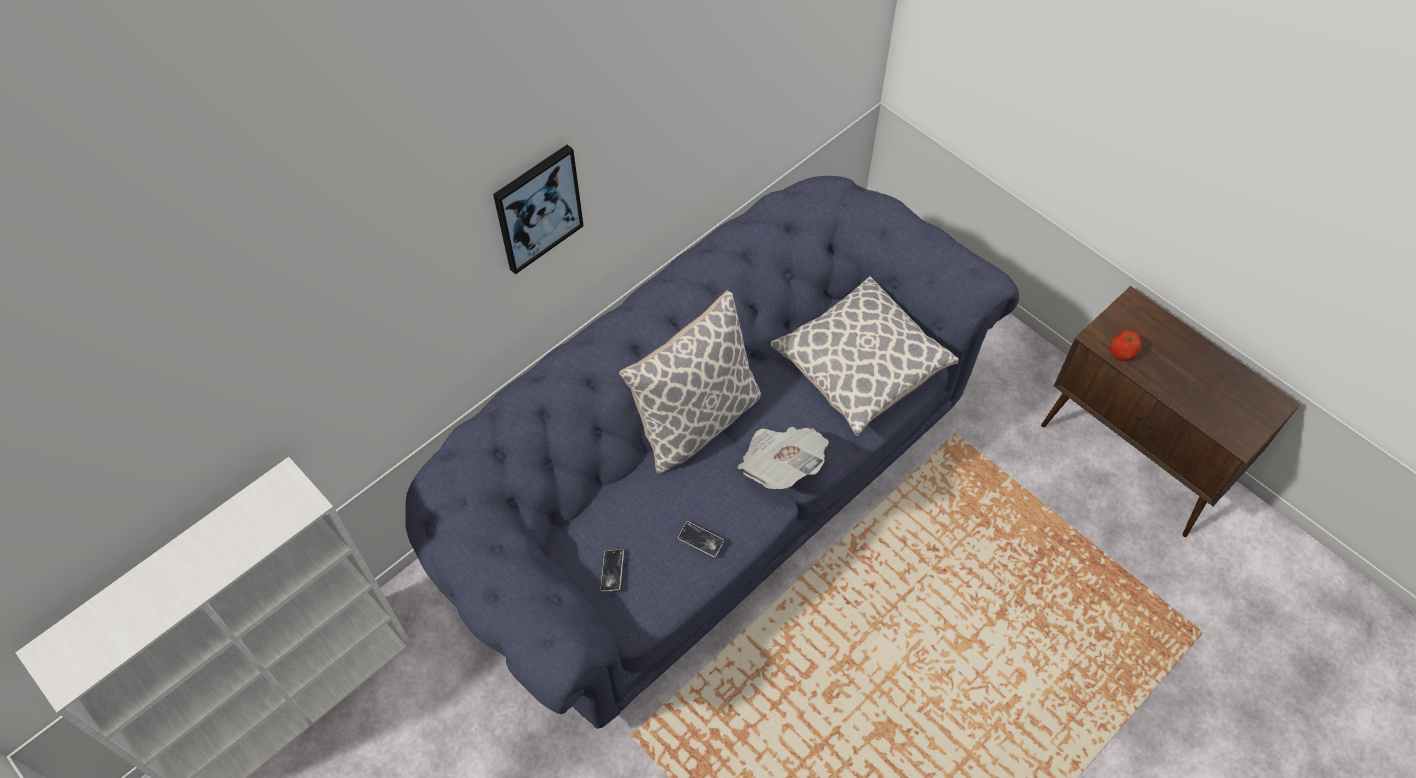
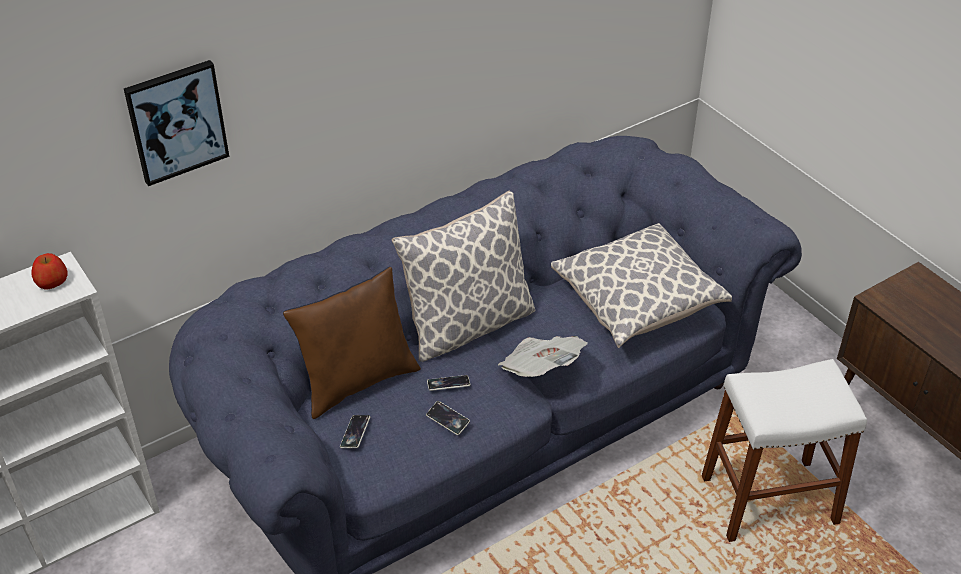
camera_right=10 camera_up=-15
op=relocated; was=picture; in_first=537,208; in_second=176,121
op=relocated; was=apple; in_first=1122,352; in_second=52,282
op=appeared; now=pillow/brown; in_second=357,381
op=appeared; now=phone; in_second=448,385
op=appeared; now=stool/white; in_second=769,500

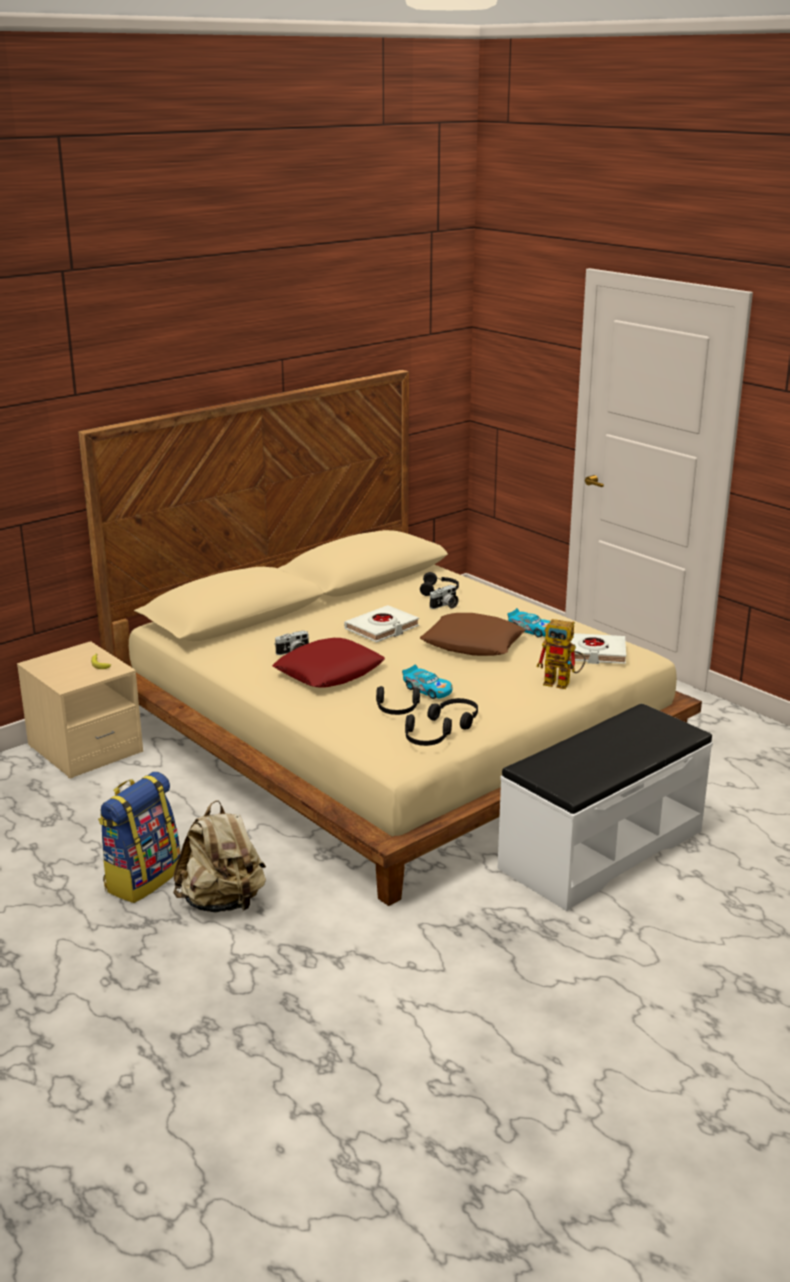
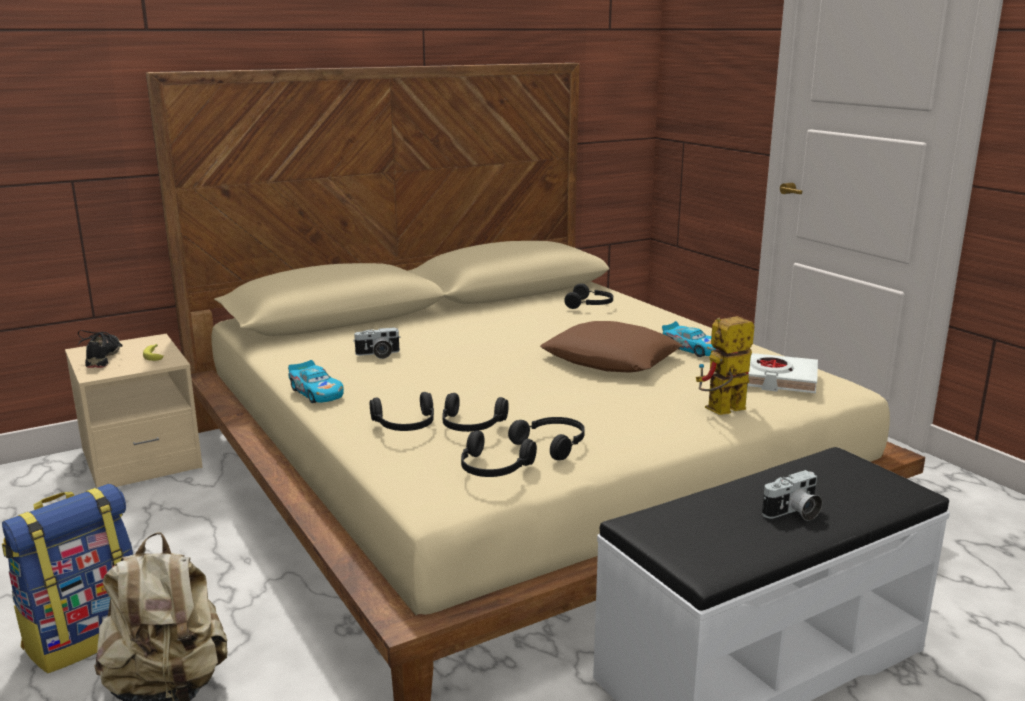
camera_right=10 camera_up=-5
op=missing; was=pillow/red; in_first=329,672
op=missing; was=book/white; in_first=382,628
op=relocated; was=toy car; in_first=428,690; in_second=316,392
op=relocated; was=photo camera; in_first=445,606; in_second=793,513
op=spun; was=toy robot; in_first=563,683; in_second=721,411; clockwise=120
op=appeared; now=shoe/black; in_second=103,358
op=appeared; now=headphones/black; in_second=406,425

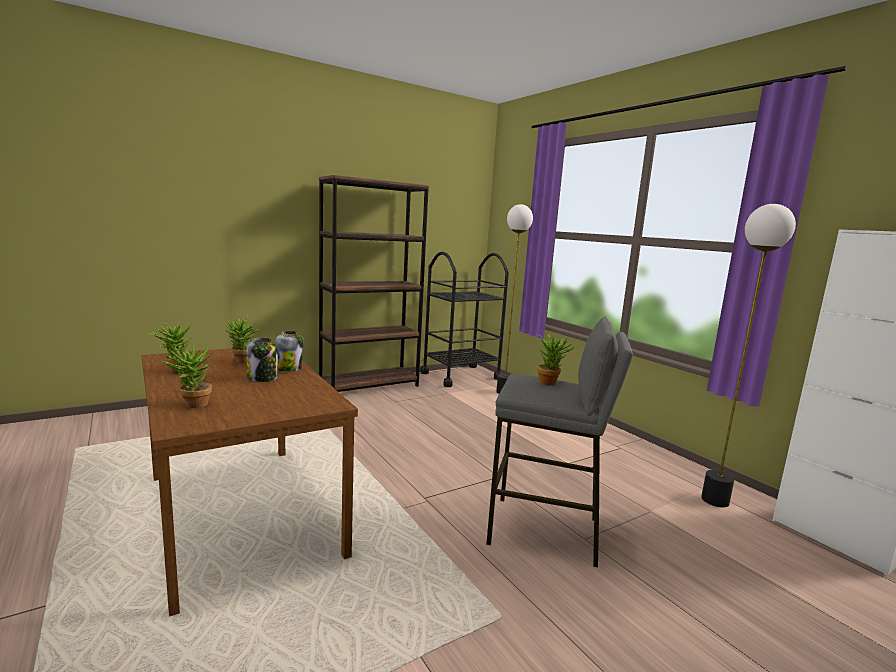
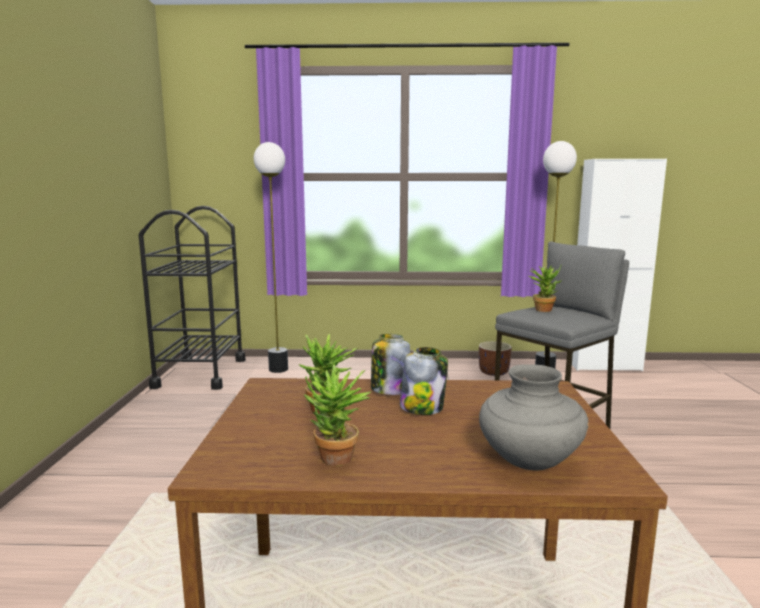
camera_right=-55 camera_up=0
op=exchanged; was=potted plant; now=vase/grey; in_first=192,406; in_second=528,460
op=missing; was=bookcase/brown; in_first=369,386
op=appeared; now=planter/brown; in_second=494,372

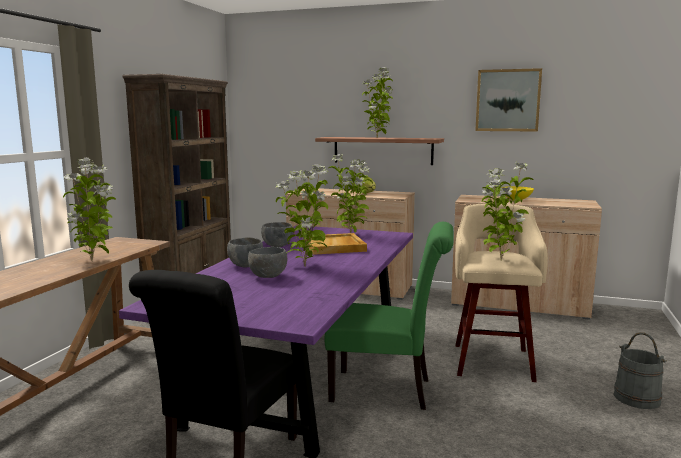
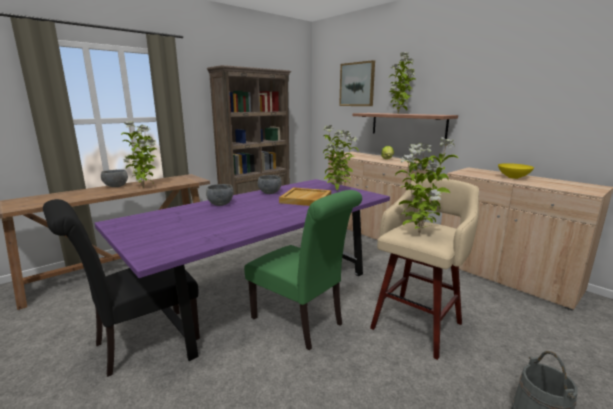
camera_right=30 camera_up=5
op=relocated; was=bowl/grey; in_first=268,276; in_second=116,186
op=missing; was=potted plant; in_first=305,266
op=relocated; was=picture; in_first=508,100; in_second=357,84

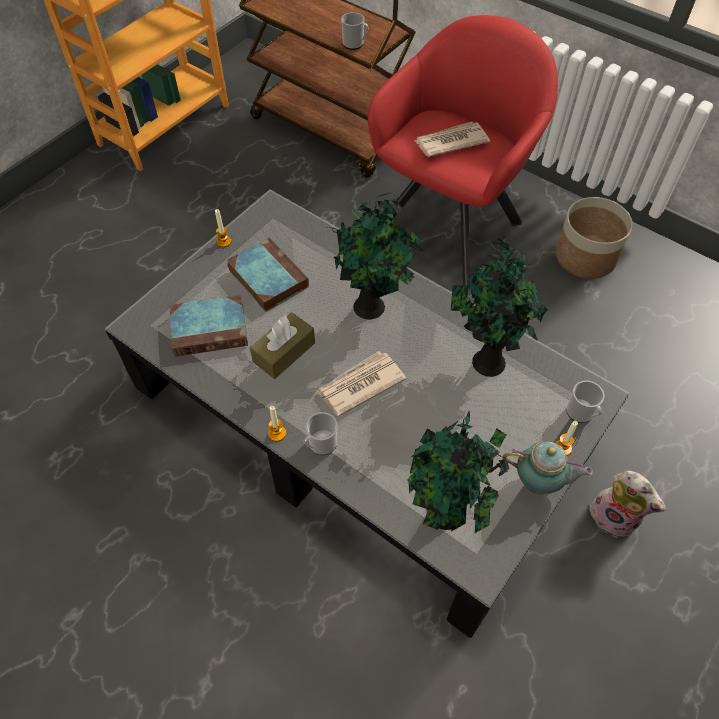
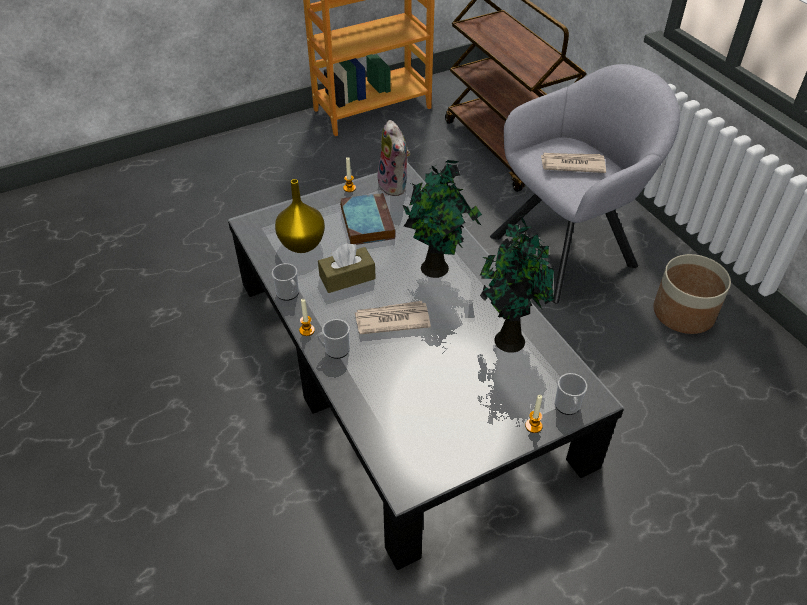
camera_right=25 camera_up=-10
op=exchanged; was=book; now=vase/yellow; in_first=211,329; in_second=303,244
op=relocated; was=mug; in_first=355,44; in_second=289,294
op=colour; was=armchair/red; now=armchair/grey; in_first=451,224; in_second=570,248
op=missing; was=potted plant; in_first=446,515
op=missing; was=teapot; in_first=539,482
op=relocated; was=plush toy; in_first=614,517; in_second=395,186

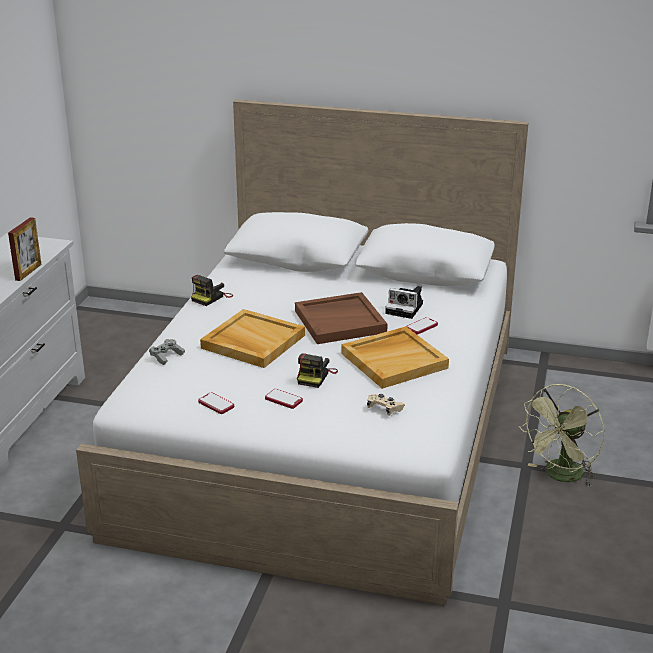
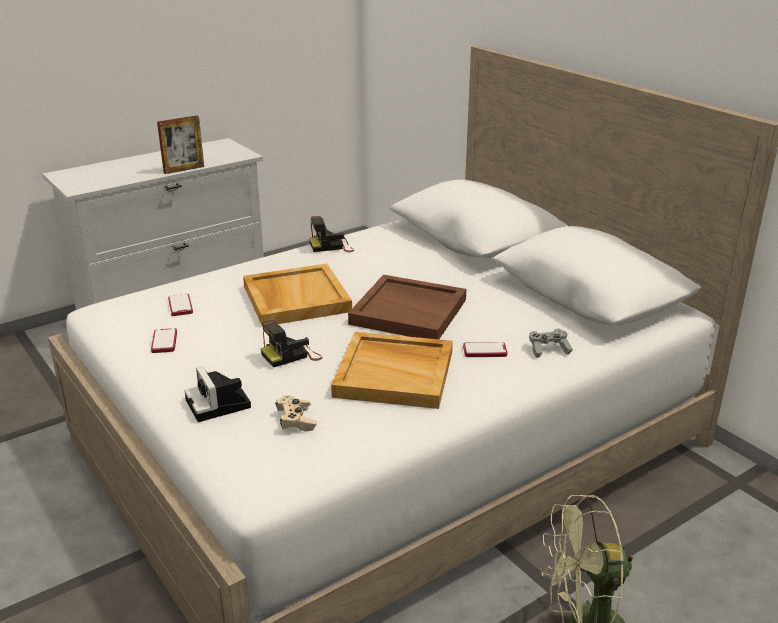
camera_right=40 camera_up=0
op=relocated; was=game controller/grey; in_first=167,356; in_second=548,349
op=relocated; was=phone; in_first=283,400; in_second=180,306
op=relocated; was=photo camera; in_first=406,308; in_second=220,405

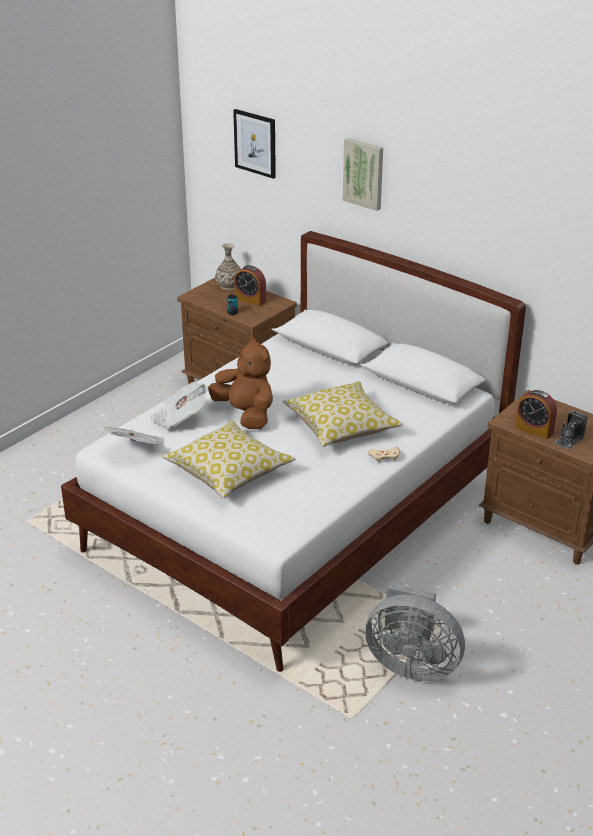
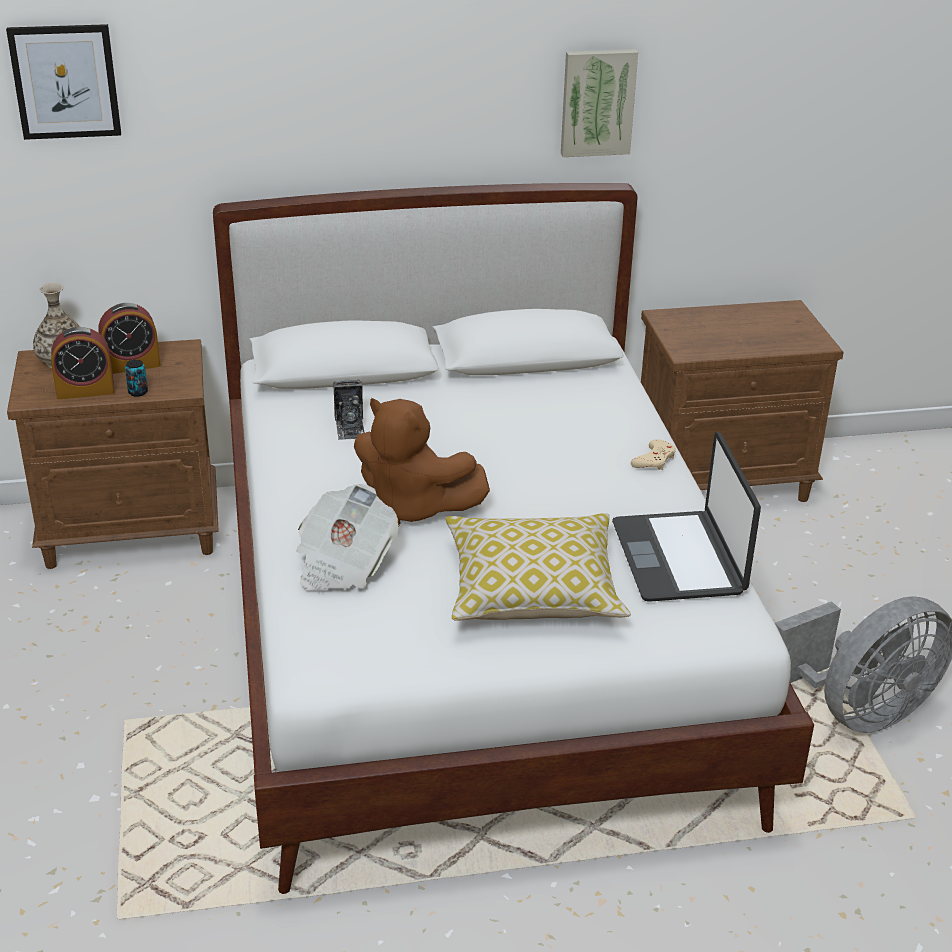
camera_right=-50 camera_up=0
op=missing; was=newspaper; in_first=136,448
op=spun; was=plush toy/brown; in_first=246,414; in_second=413,507; clockwise=-150
op=missing; was=pillow; in_first=341,426
op=relocated; was=picture; in_first=364,173; in_second=597,102
op=relocated; was=alarm clock; in_first=534,430; in_second=85,390
op=relocated; was=photo camera; in_first=569,440; in_second=350,426
op=appeared; now=laptop; in_second=679,558

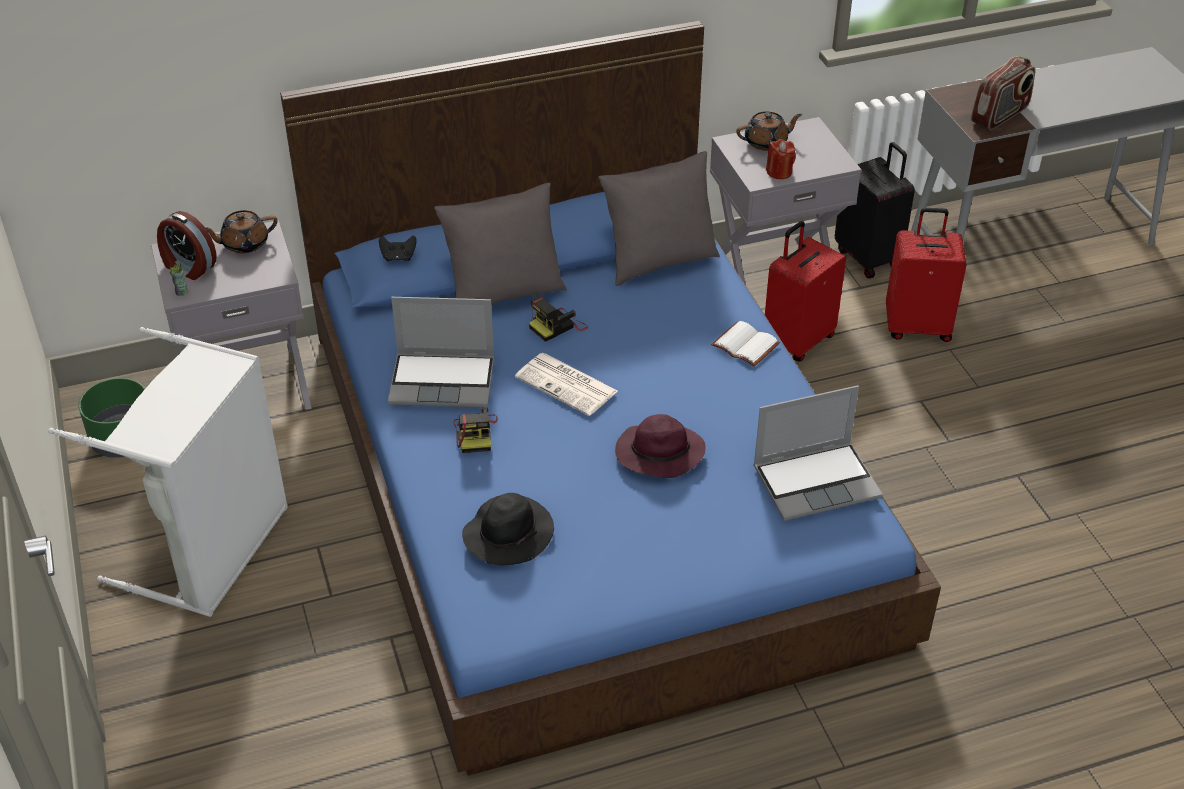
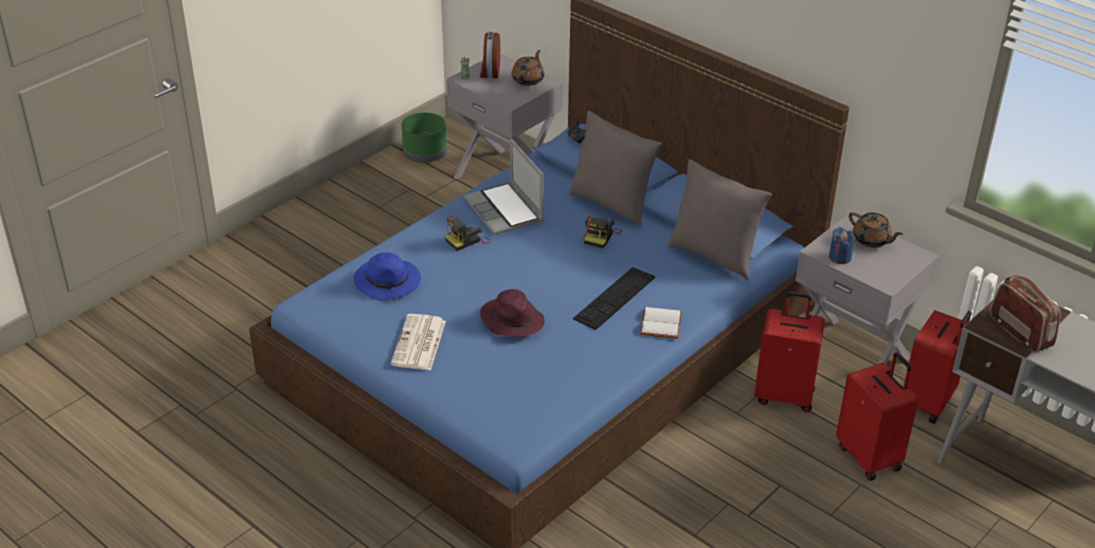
camera_right=60 camera_up=-5
op=missing; was=laundry basket/grey; in_first=212,550
op=spun; was=teapot/brown; in_first=244,244; in_second=528,79; clockwise=75
op=colour; was=hat/black; now=hat/blue; in_first=509,533; in_second=388,282
op=relocated; was=newspaper; in_first=568,385; in_second=419,344
op=spun; was=photo camera; in_first=557,326; in_second=601,236; clockwise=-90
op=missing; was=laptop; in_first=817,481
op=colour; was=candle/red; now=candle/blue; in_first=779,172; in_second=840,257
op=colour; was=suitcase/black; now=suitcase/red; in_first=869,257; in_second=929,403
op=spun; was=radio; in_first=1000,115; in_second=1020,332; clockwise=-135
op=appeared; now=keyboard; in_second=614,298

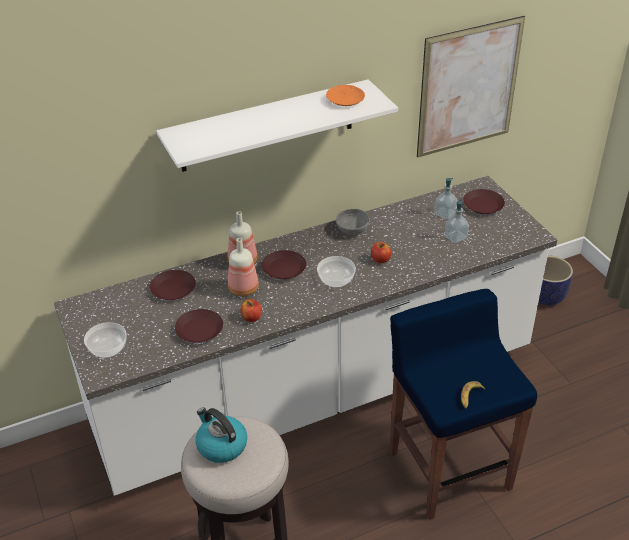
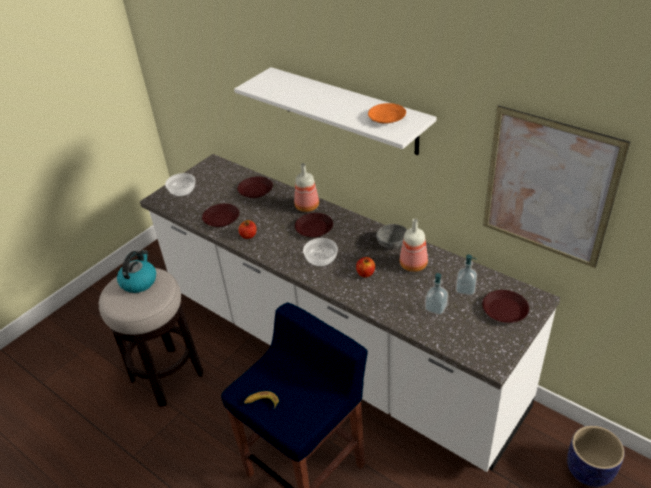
camera_right=65 camera_up=0
op=relocated; was=bottle; in_first=244,289; in_second=413,265

